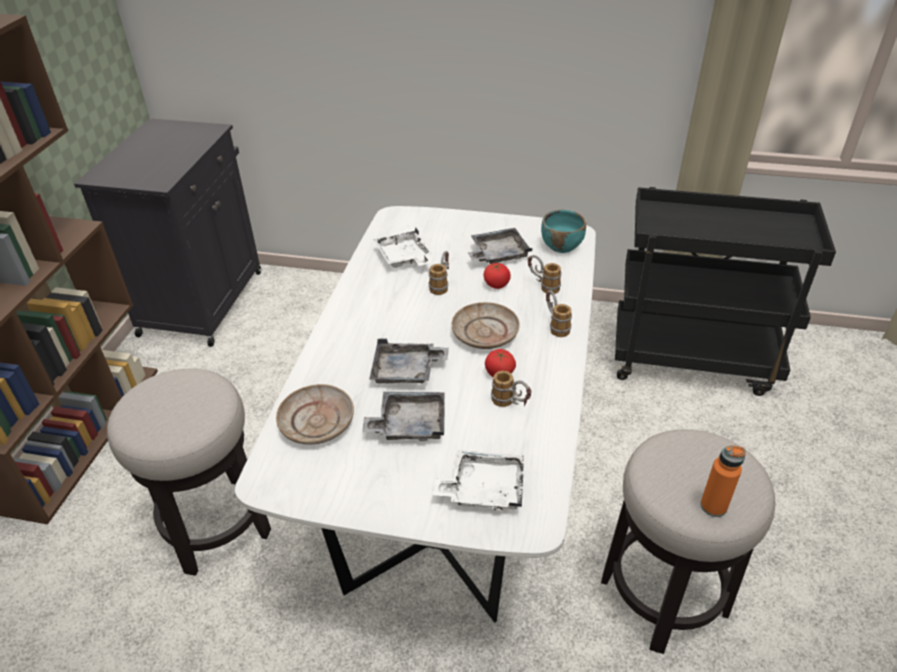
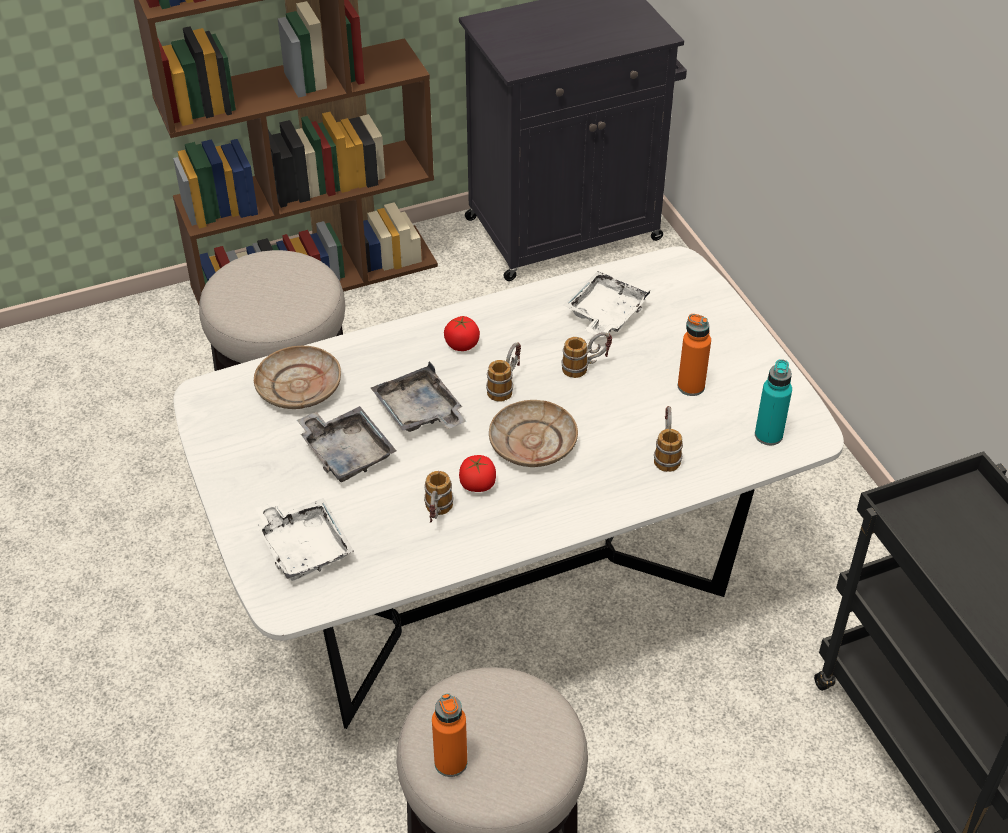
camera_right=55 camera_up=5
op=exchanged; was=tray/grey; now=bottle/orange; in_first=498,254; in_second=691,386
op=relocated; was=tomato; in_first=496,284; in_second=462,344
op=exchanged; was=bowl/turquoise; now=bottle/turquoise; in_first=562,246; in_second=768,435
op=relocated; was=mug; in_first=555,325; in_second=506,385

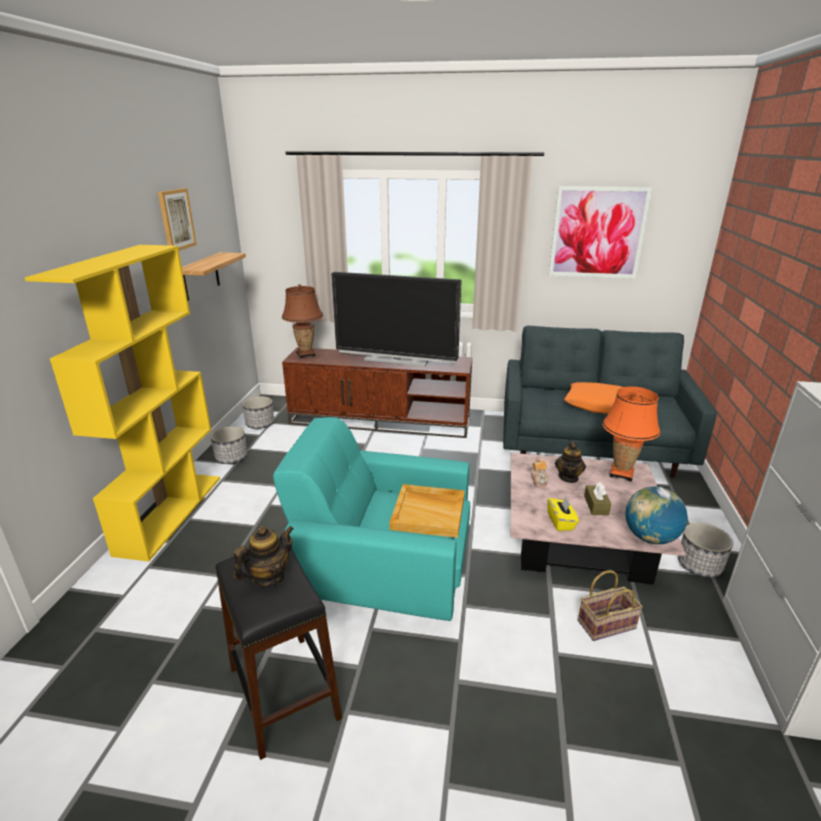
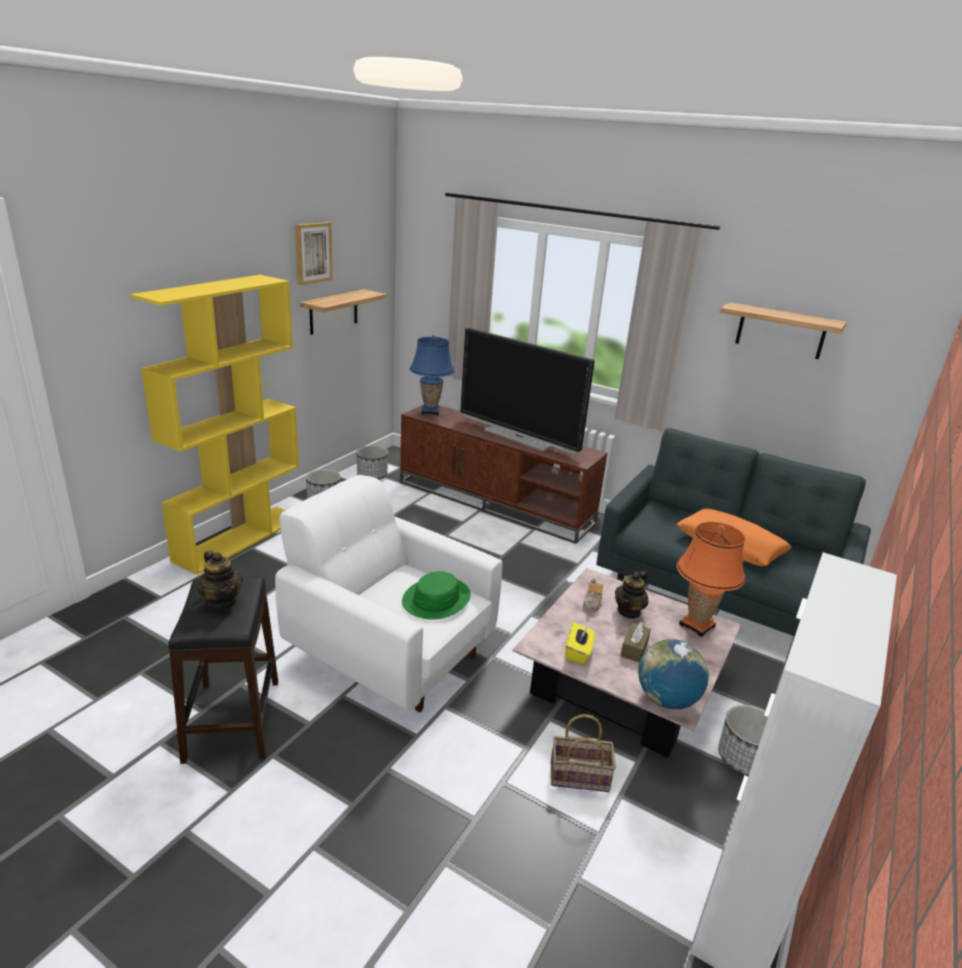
camera_right=20 camera_up=0
op=spun; was=teapot; in_first=268,577; in_second=222,602; clockwise=75
op=colour; was=armchair/turquoise; now=armchair/white; in_first=383,574; in_second=389,652
op=colour; was=table lamp/brown; now=table lamp/blue; in_first=306,354; in_second=430,412
op=exchanged; was=tray/beige; now=hat/green; in_first=429,512; in_second=436,599
op=exchanged; was=picture; now=shelf; in_first=597,233; in_second=781,331

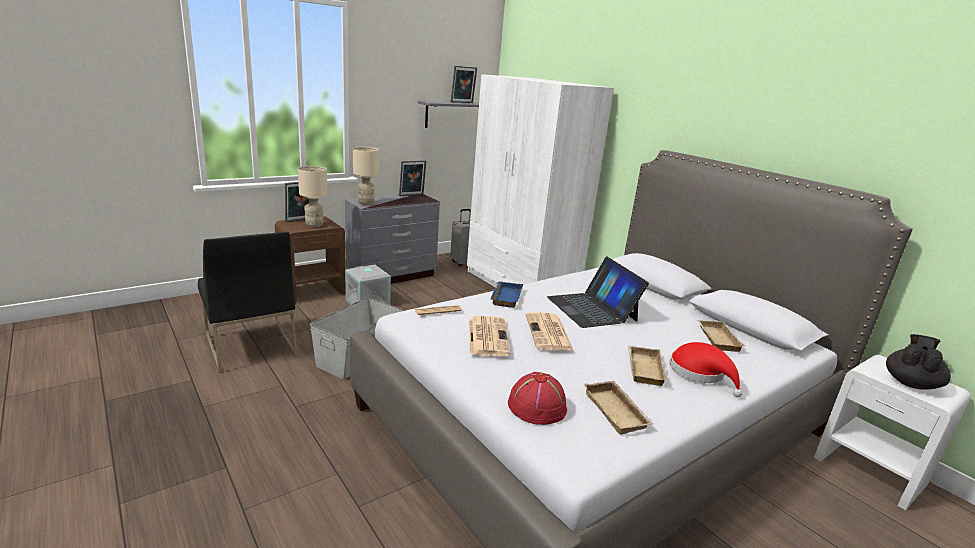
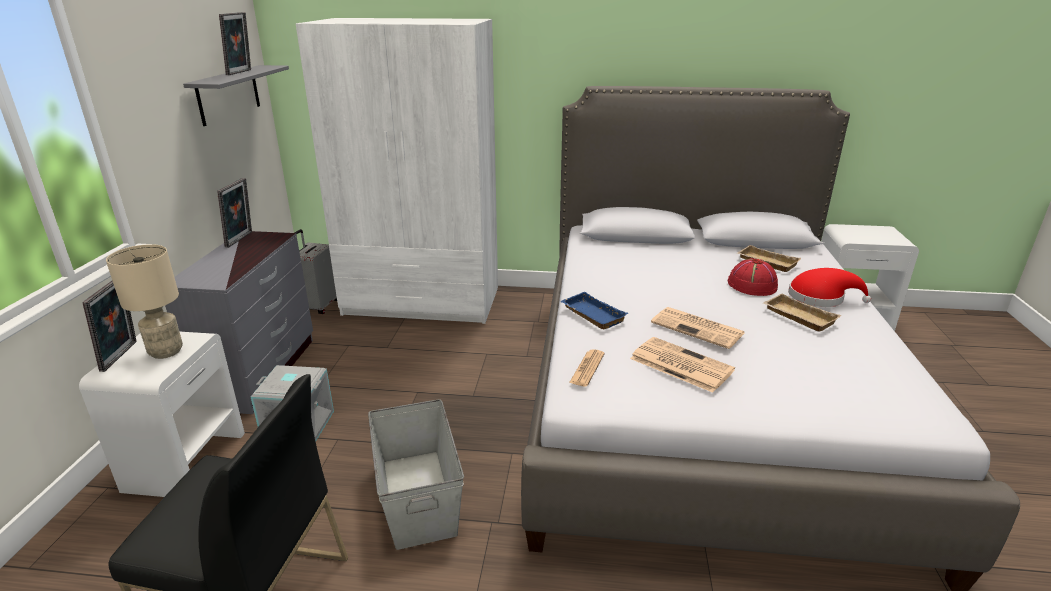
camera_right=-45 camera_up=5
op=colour; was=nightstand/brown; now=nightstand/white; in_first=312,291; in_second=186,460
op=missing; was=table lamp/beige; in_first=366,203
op=relocated; was=hat/red; in_first=537,405; in_second=751,285
op=missing; was=laptop; in_first=592,309
op=missing; was=tray/beige; in_first=617,411
op=missing; was=teapot/black; in_first=910,383

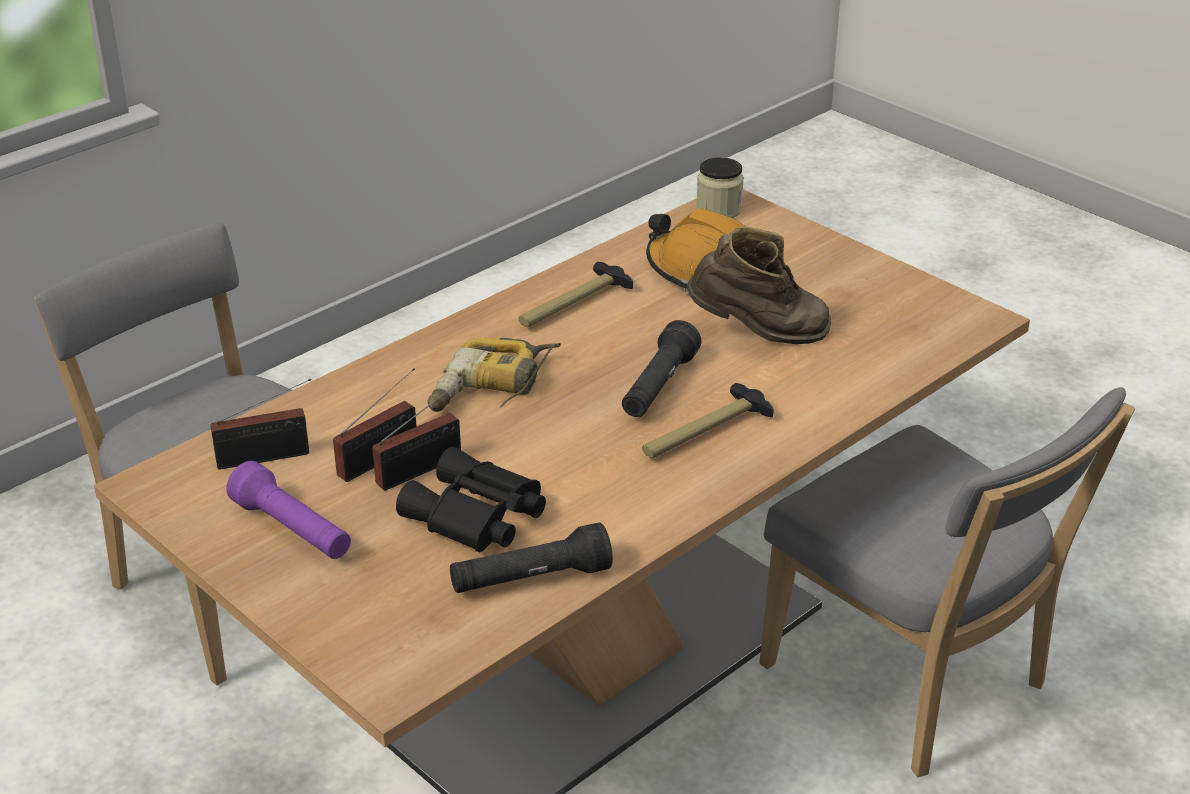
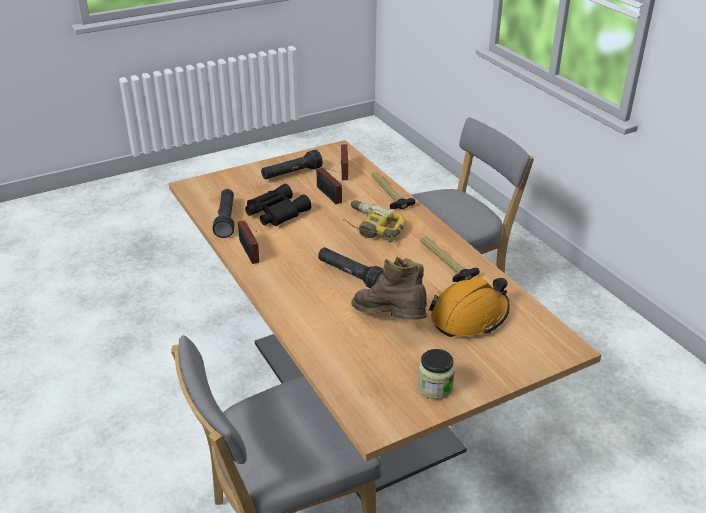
camera_right=105 camera_up=0
op=colour; was=flashlight/purple; now=flashlight/black; in_first=293,530; in_second=291,174
op=relocated; was=radio; in_first=424,468; in_second=249,253
op=relocated; was=hammer; in_first=705,433; in_second=388,194
op=spun; was=boot/brown; in_first=758,334; in_second=390,321; clockwise=120
op=relocated; was=jar; in_first=719,209; in_second=435,387

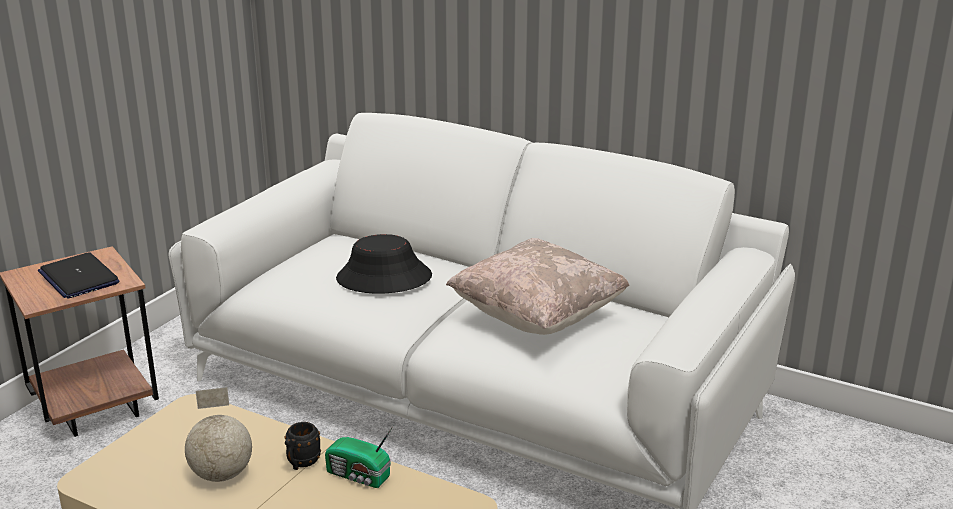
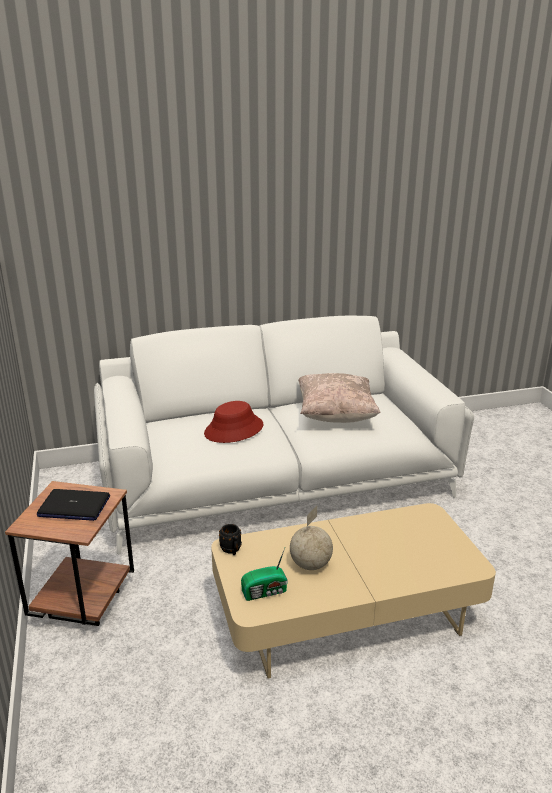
camera_right=-45 camera_up=0
op=relocated; was=mug/black; in_first=301,463; in_second=232,551
op=relocated; was=radio; in_first=359,476; in_second=266,592
op=colour; was=hat/black; now=hat/red; in_first=384,278; in_second=234,430

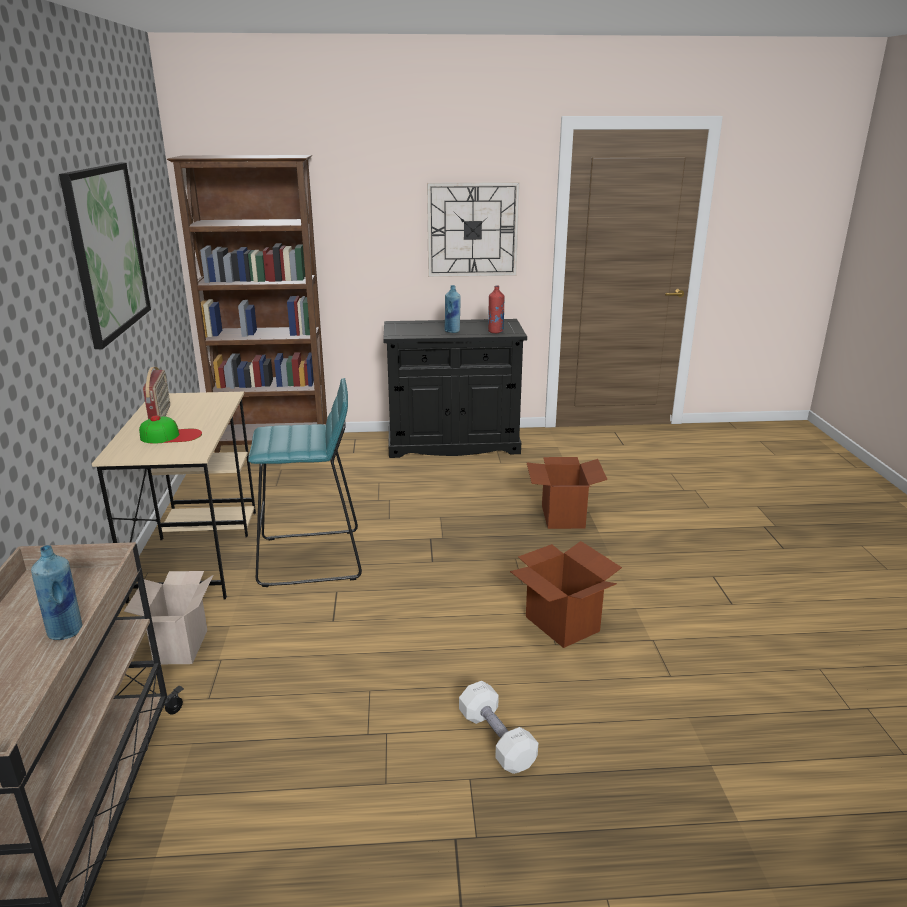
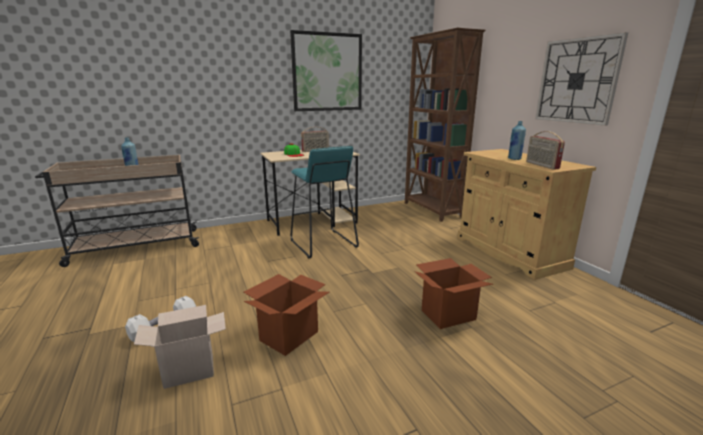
camera_right=70 camera_up=-5
op=relocated; was=cardboard box; in_first=180,645; in_second=191,370
op=colour; was=cabinet/black; now=cabinet/beige; in_first=453,443; in_second=509,252
op=exchanged; was=bottle/red; now=radio; in_first=495,331; in_second=541,165

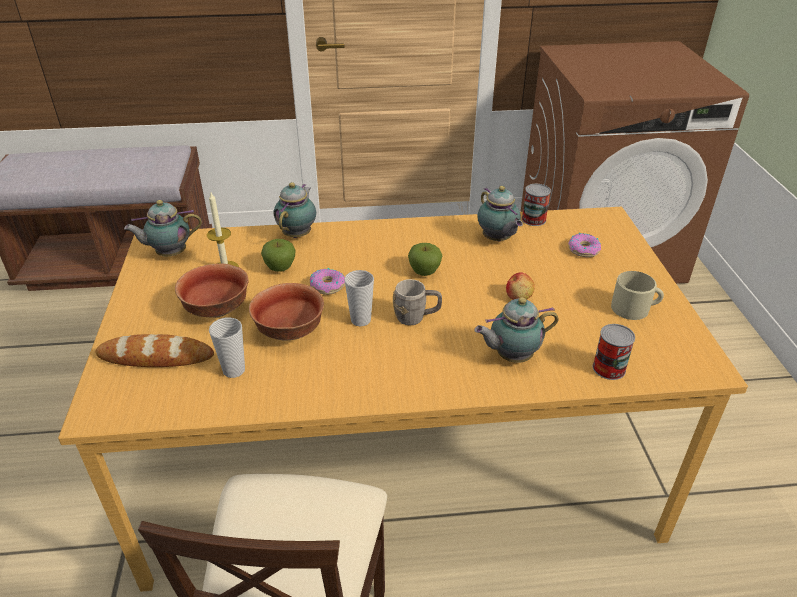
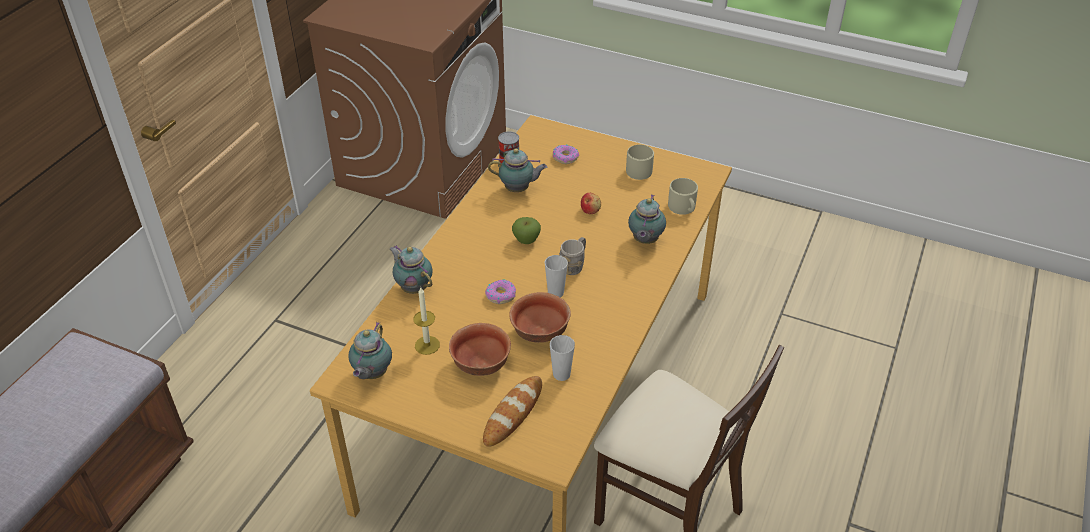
camera_right=-60 camera_up=5
op=missing; was=apple; in_first=280,268
op=exchanged; was=can; now=mug/beige; in_first=609,368; in_second=683,208

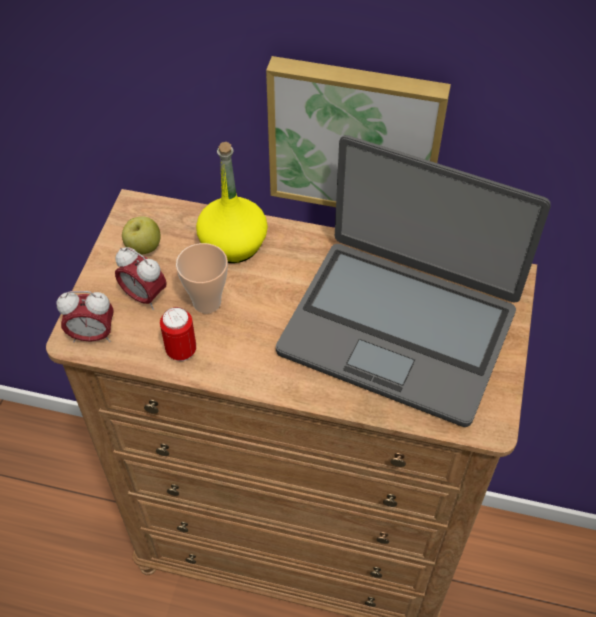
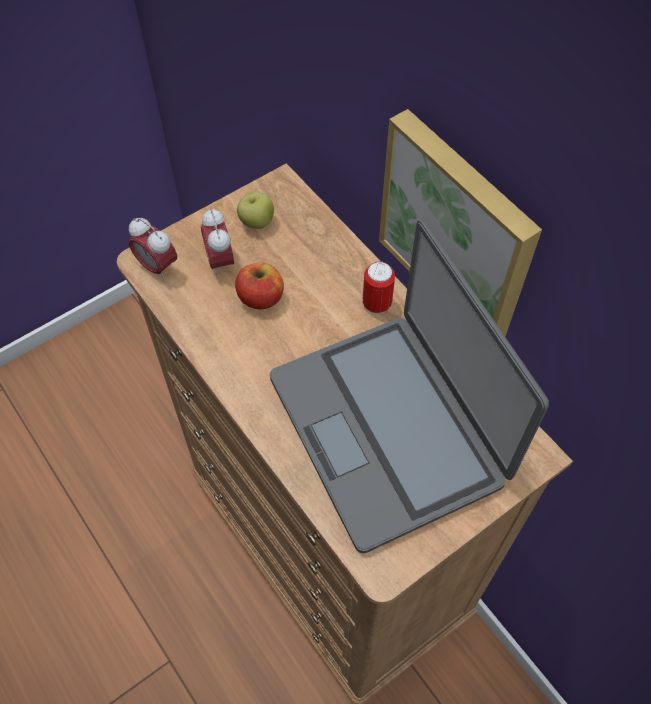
camera_right=40 camera_up=5
op=relocated; was=can; in_first=181,351; in_second=376,304
op=exchanged; was=cup; now=apple; in_first=207,302; in_second=261,297
op=missing; was=bottle/yellow; in_first=233,244

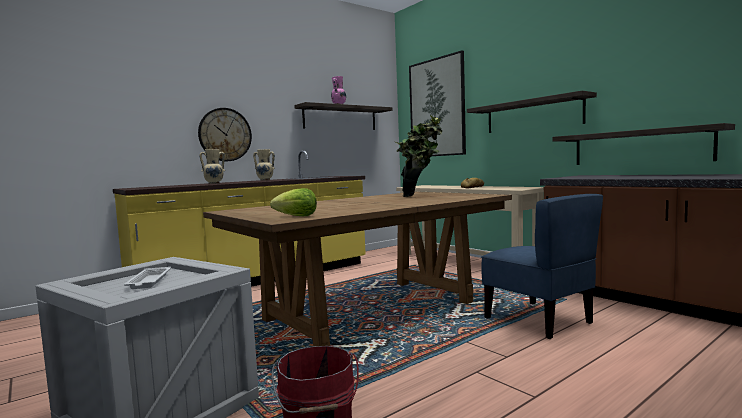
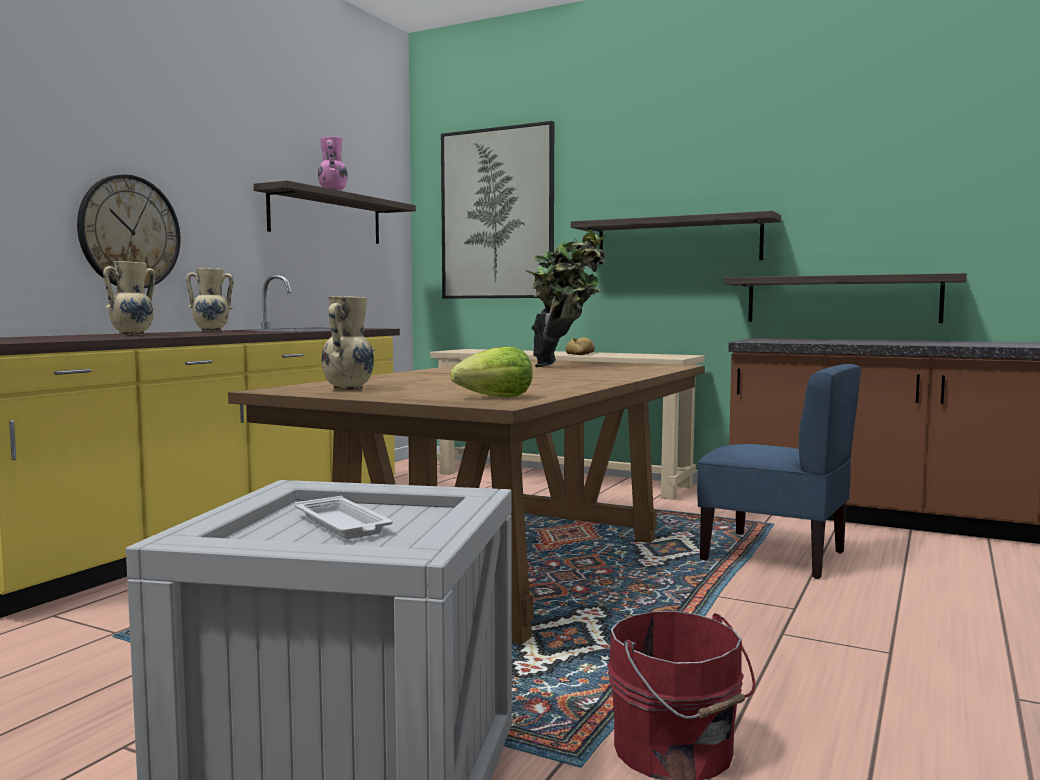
camera_right=-25 camera_up=0
op=appeared; now=vase/beige; in_second=349,389

